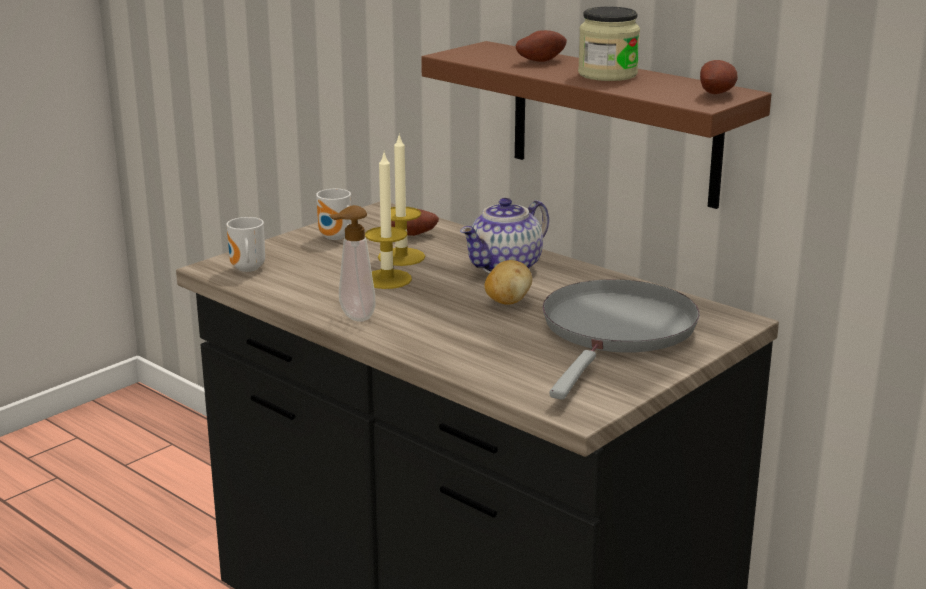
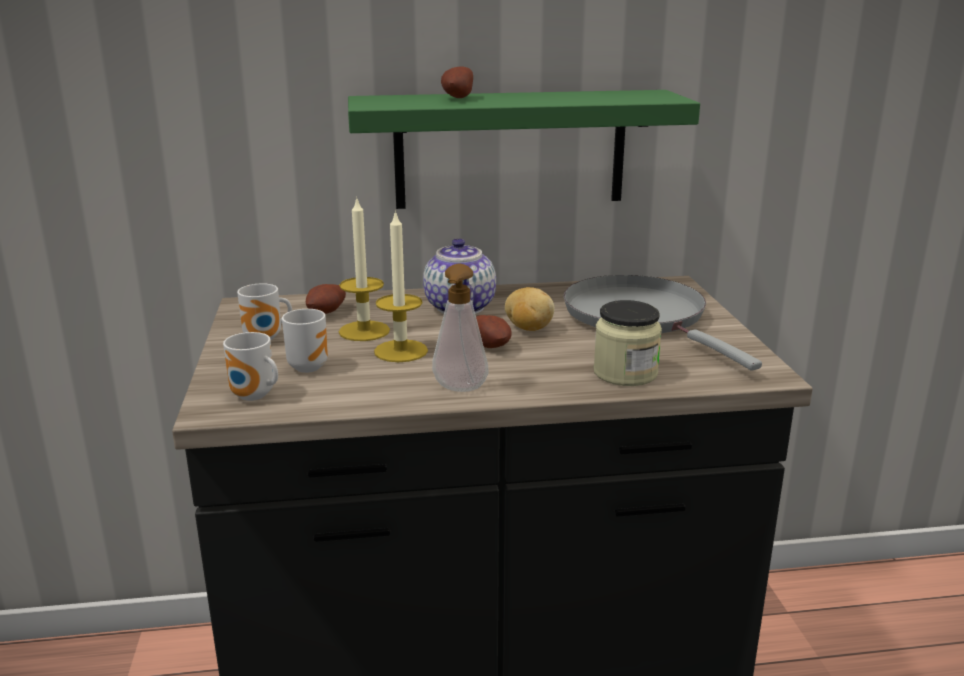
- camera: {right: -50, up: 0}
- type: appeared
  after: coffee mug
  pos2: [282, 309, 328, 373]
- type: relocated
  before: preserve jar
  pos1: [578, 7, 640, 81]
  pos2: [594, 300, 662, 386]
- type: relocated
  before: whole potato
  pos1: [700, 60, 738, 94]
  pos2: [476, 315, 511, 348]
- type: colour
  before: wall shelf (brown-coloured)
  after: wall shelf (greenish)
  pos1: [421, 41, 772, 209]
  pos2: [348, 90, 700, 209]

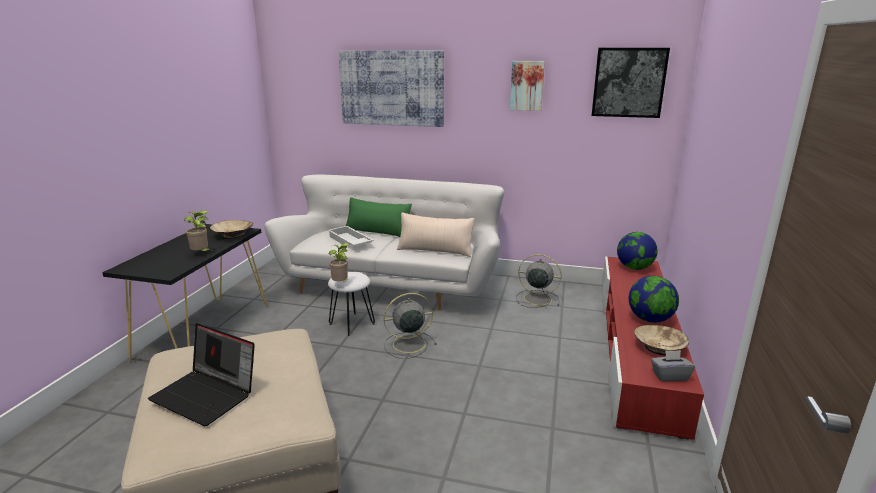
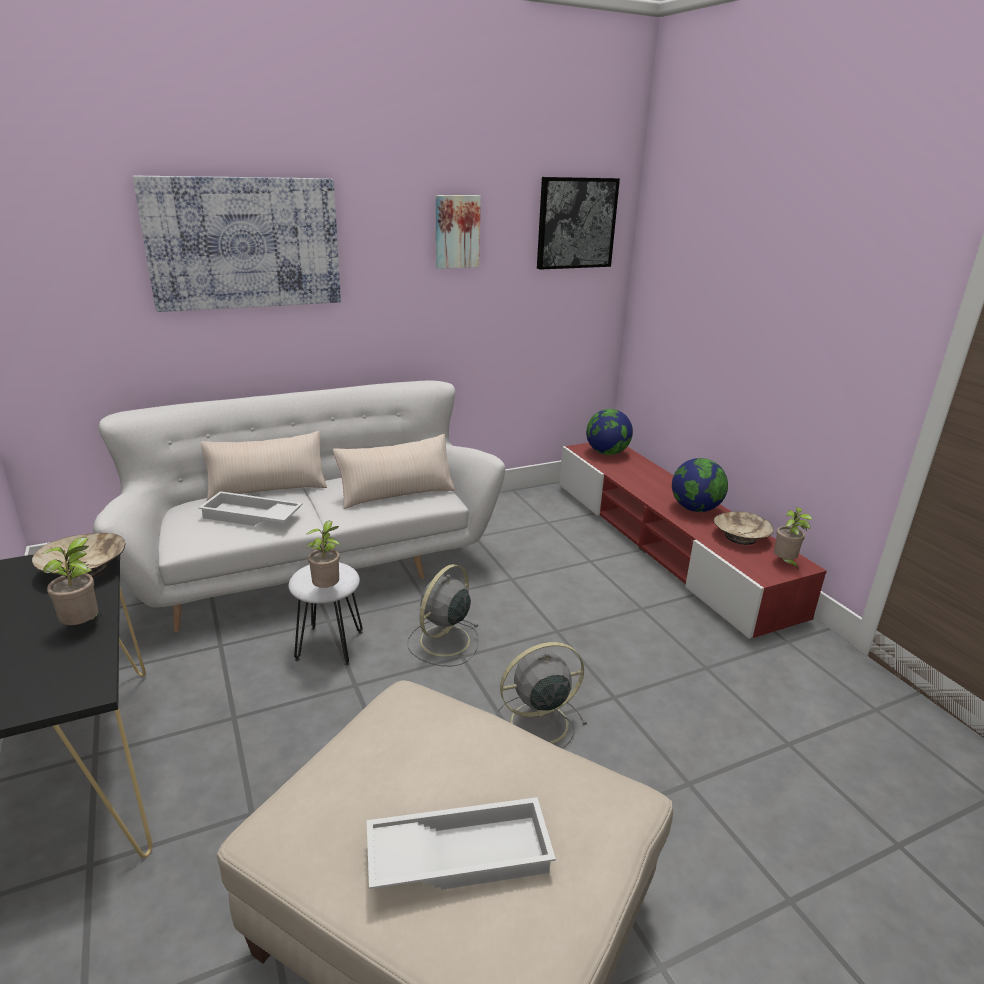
- camera: {right: -40, up: 5}
- type: relocated
  before: electric fan (grey)
  pos1: [516, 254, 562, 308]
  pos2: [496, 642, 587, 749]
- type: exchanged
  before: notebook computer
  after: serving tray (white-coloured)
  pos1: [148, 323, 255, 426]
  pos2: [367, 797, 556, 890]
- type: exchanged
  before: tissue box (grey)
  after: potted plant
  pos1: [651, 350, 695, 381]
  pos2: [774, 507, 812, 570]
- type: colour
  before: throw pillow (greenish)
  after: throw pillow (beige-coloured)
  pos1: [346, 197, 412, 237]
  pos2: [201, 431, 327, 501]

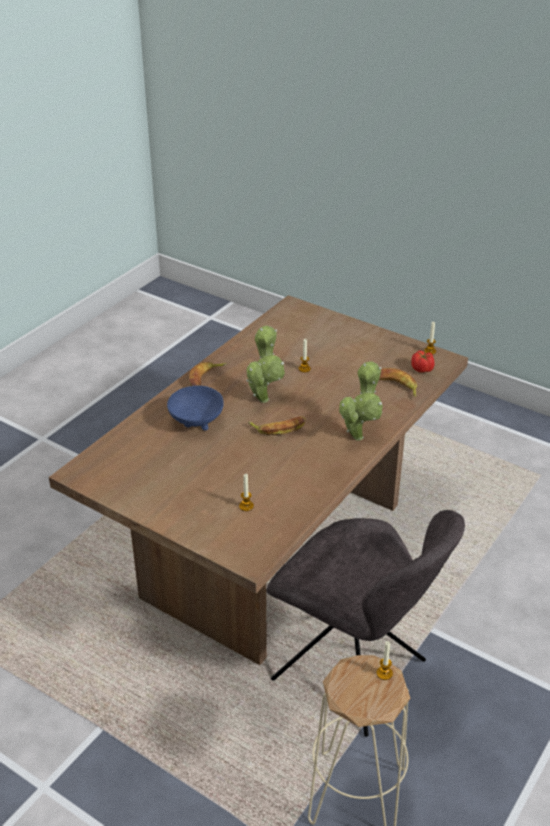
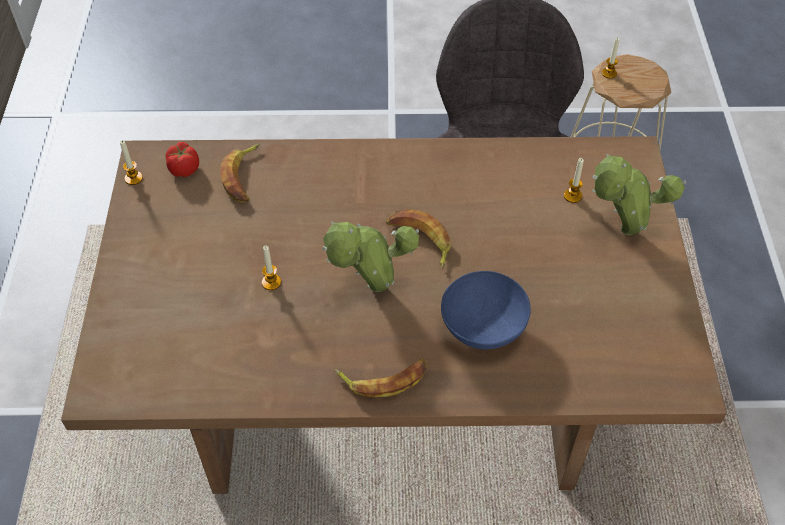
- camera: {right: -125, up: 15}
- type: relocated
  before: potted plant
  pos1: [339, 361, 383, 441]
  pos2: [592, 154, 686, 235]

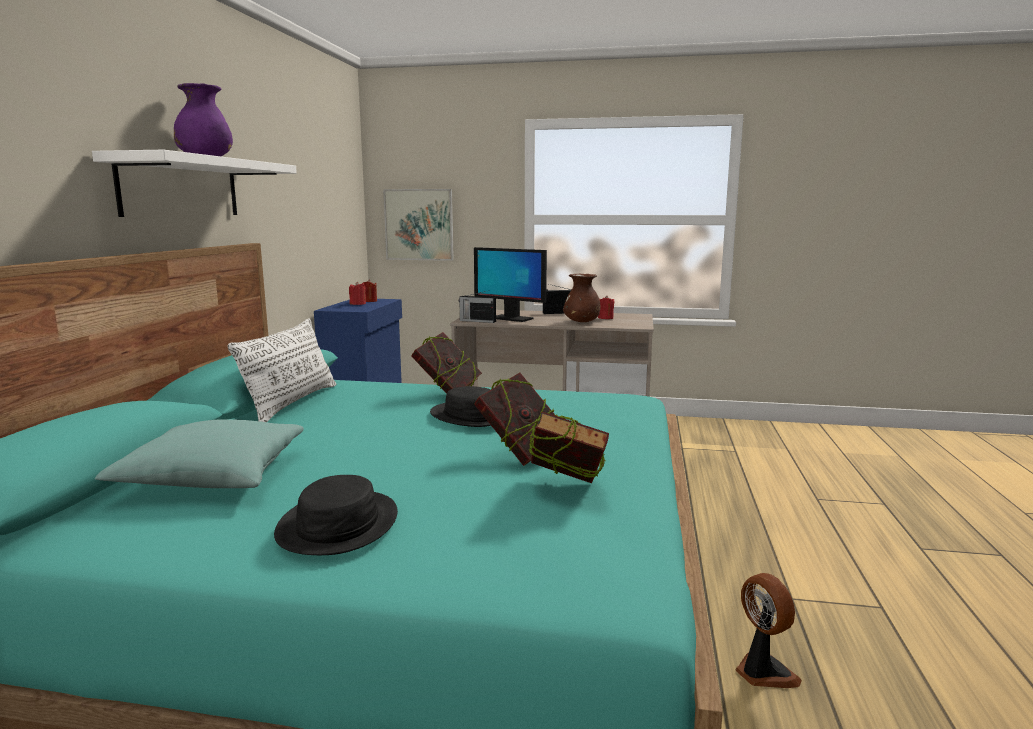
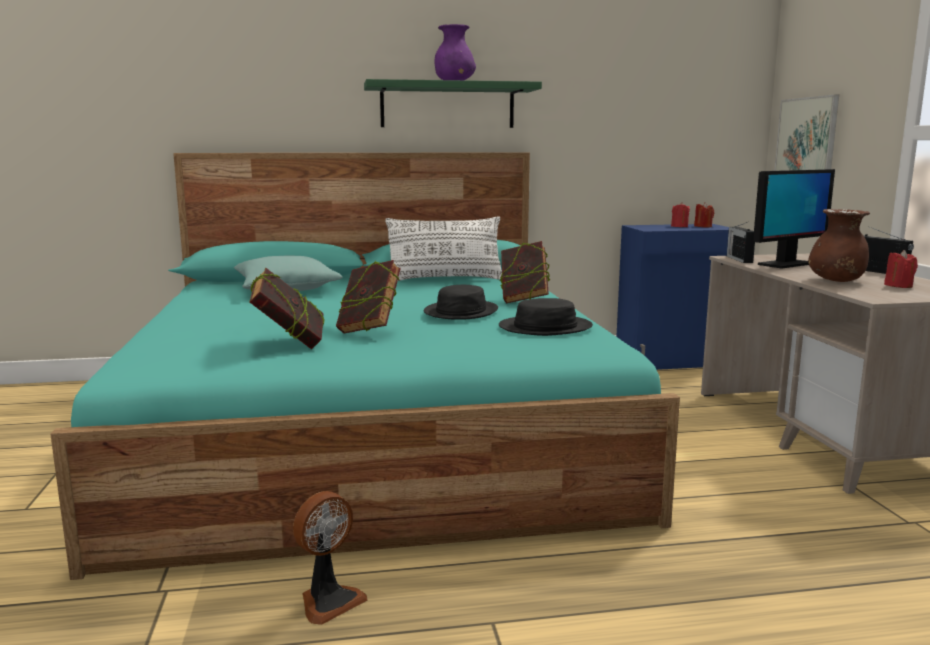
- camera: {right: 70, up: 0}
- type: relocated
  before: hat (black)
  pos1: [274, 475, 398, 555]
  pos2: [499, 298, 593, 336]
- type: colour
  before: wall shelf (white-coloured)
  after: wall shelf (greenish)
  pos1: [92, 150, 297, 217]
  pos2: [364, 79, 542, 128]
- type: spun
  before: computer display
  pos1: [474, 247, 547, 322]
  pos2: [753, 169, 835, 268]
  turn: -135

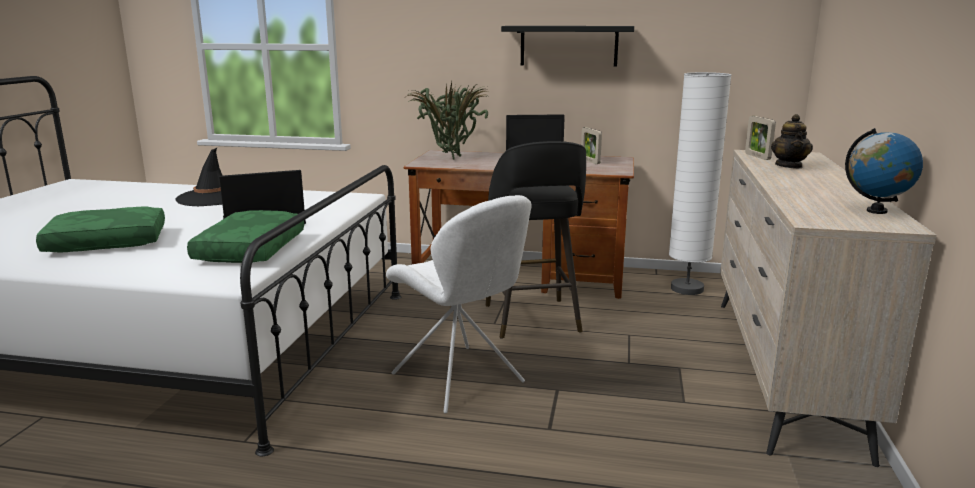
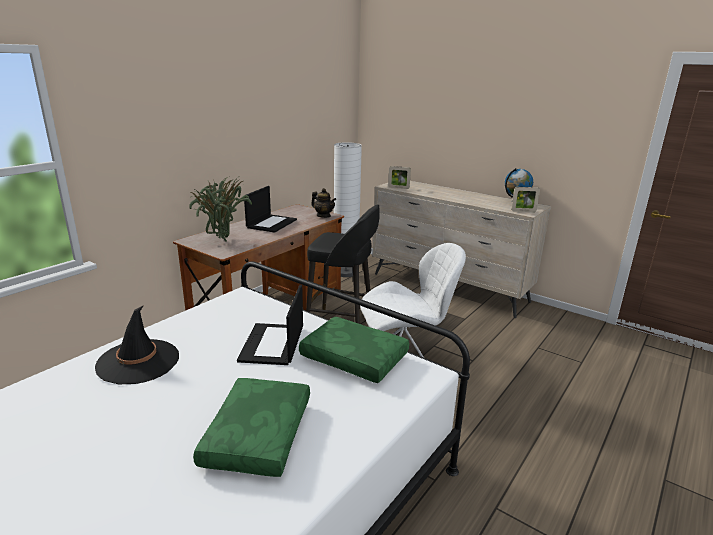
- camera: {right: -65, up: 5}
- type: missing
  before: wall shelf (black)
  pos1: [501, 26, 634, 67]
- type: relocated
  before: photo frame
  pos1: [581, 127, 602, 164]
  pos2: [511, 187, 540, 212]
- type: relocated
  before: teapot
  pos1: [771, 114, 813, 169]
  pos2: [311, 188, 336, 218]

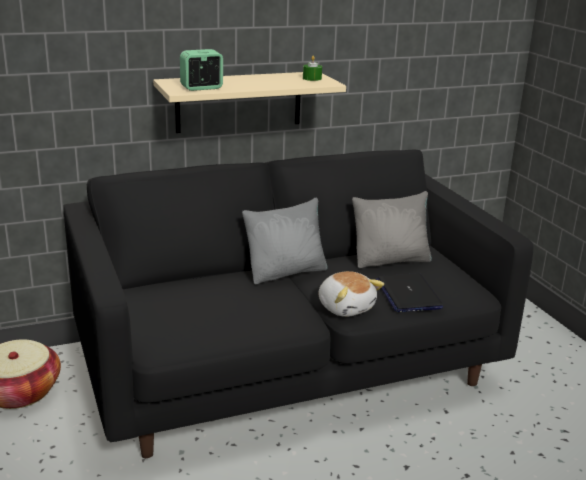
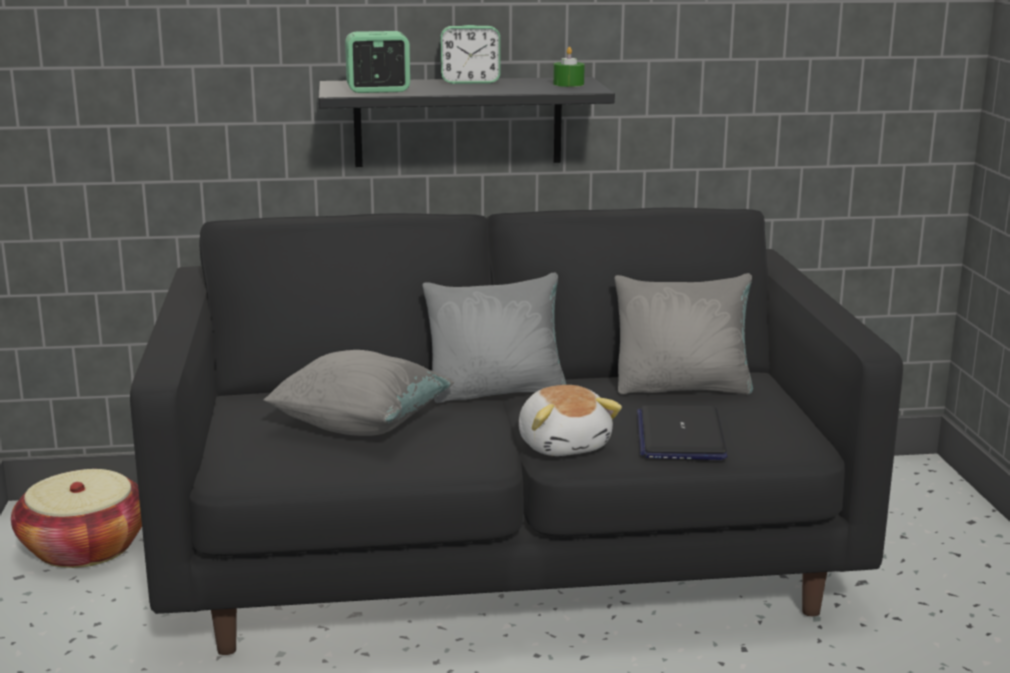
- camera: {right: 15, up: -5}
- type: appeared
  after: throw pillow (grey)
  pos2: [263, 350, 454, 436]
- type: appeared
  after: alarm clock
  pos2: [441, 25, 500, 84]
- type: colour
  before: wall shelf (beige-coloured)
  after: wall shelf (black)
  pos1: [153, 72, 346, 133]
  pos2: [319, 77, 615, 167]

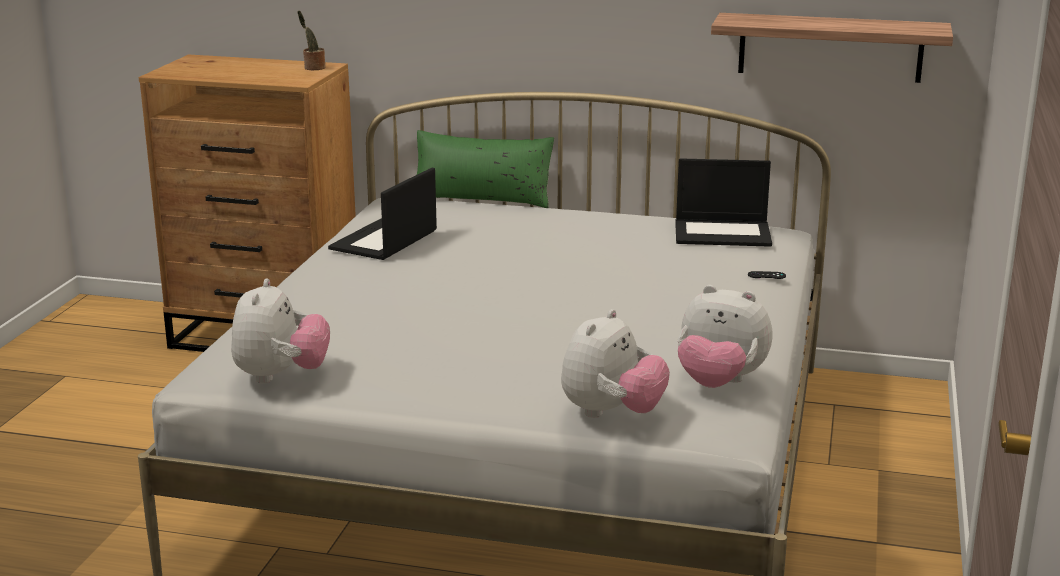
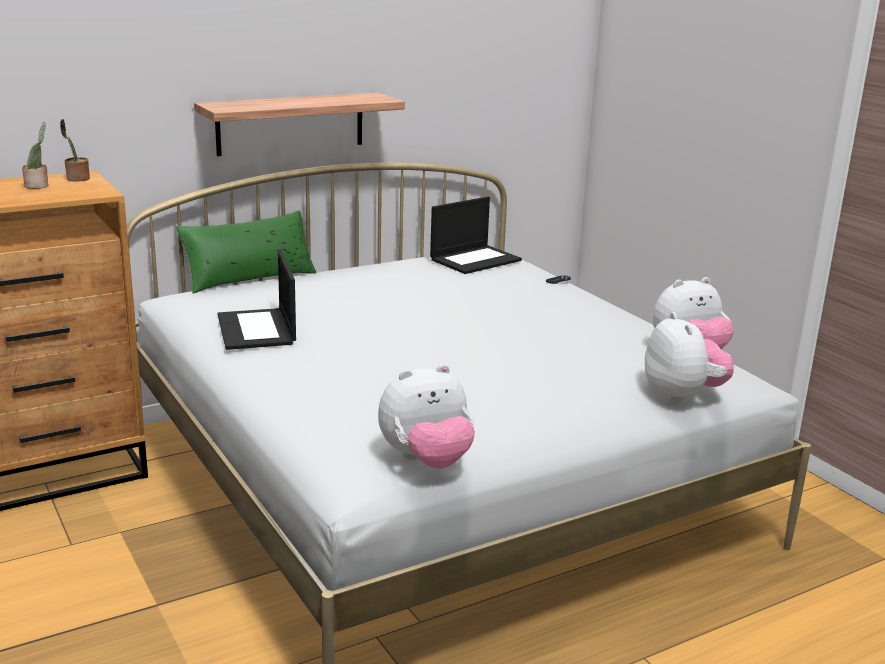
- camera: {right: -45, up: 0}
- type: appeared
  after: potted plant
  pos2: [22, 122, 49, 189]
- type: relocated
  before: wall shelf
  pos1: [711, 13, 953, 83]
  pos2: [194, 93, 405, 156]
- type: spun
  before: plush toy
  pos1: [231, 279, 330, 383]
  pos2: [378, 364, 475, 469]
  turn: 105

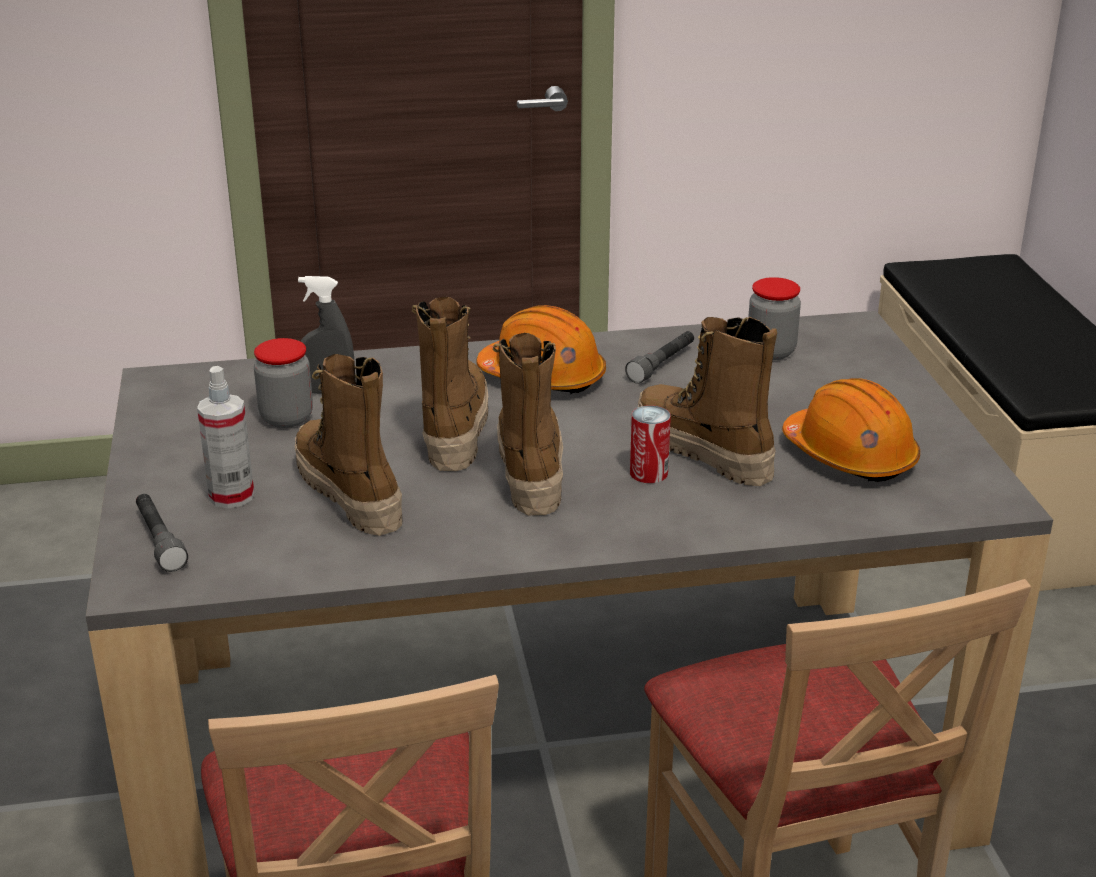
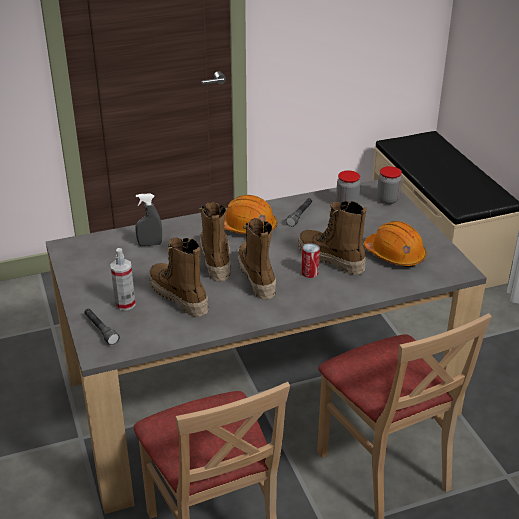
- camera: {right: -10, up: 5}
- type: relocated
  before: preserve jar
  pos1: [254, 338, 313, 428]
  pos2: [377, 166, 402, 204]

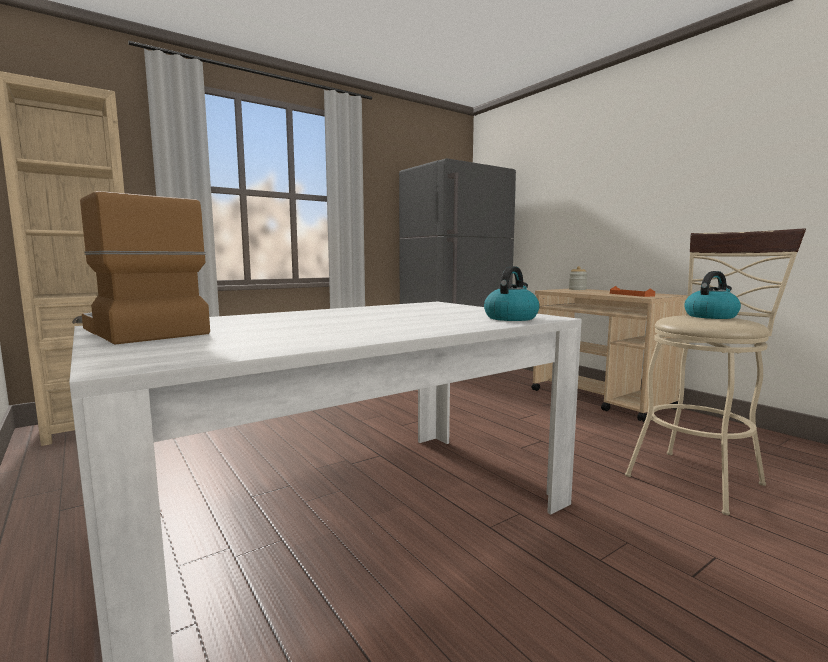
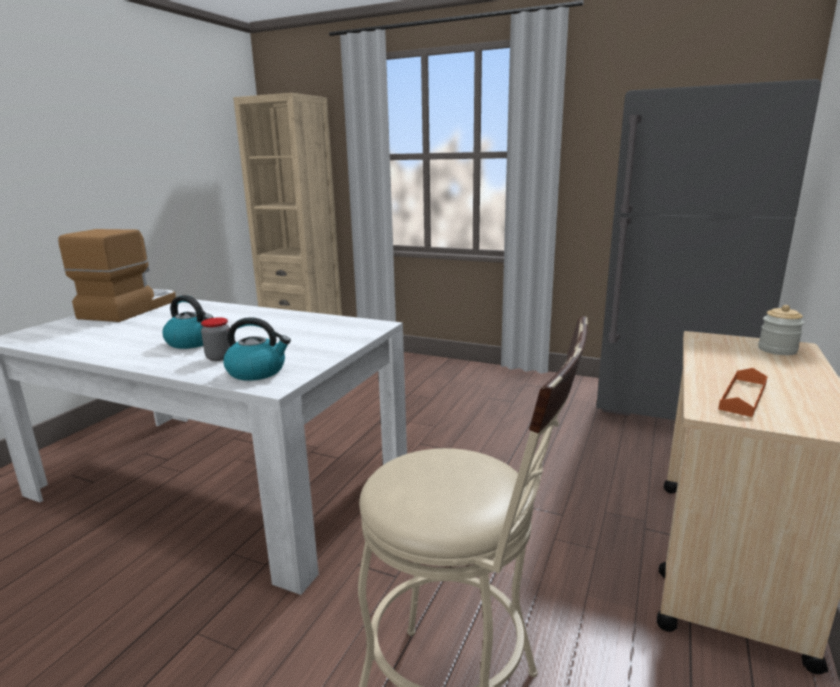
- camera: {right: 60, up: 10}
- type: appeared
  after: preserve jar
  pos2: [201, 317, 230, 361]
- type: relocated
  before: kettle
  pos1: [684, 271, 741, 319]
  pos2: [163, 295, 213, 349]

